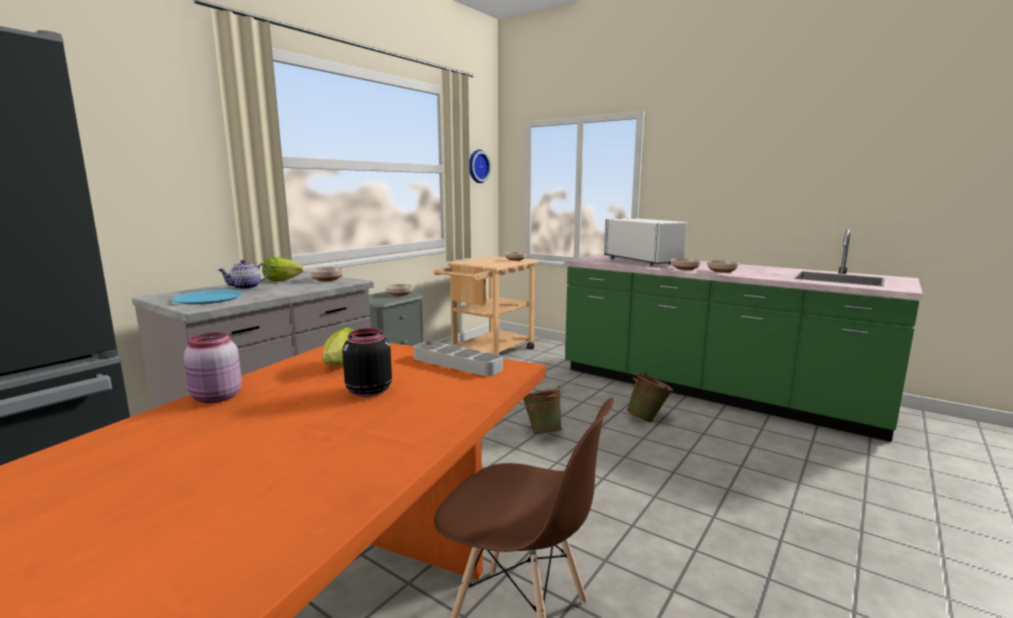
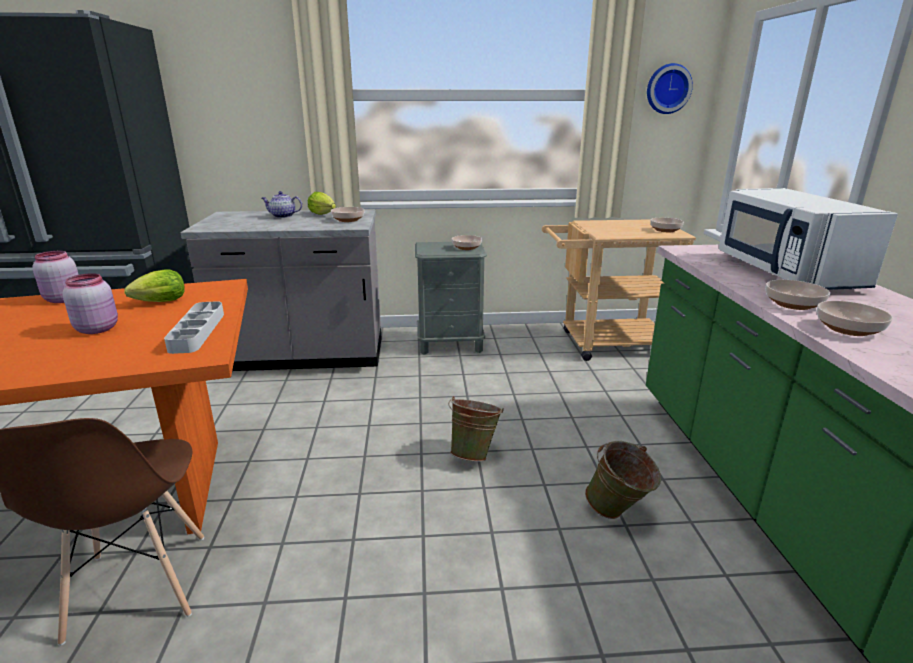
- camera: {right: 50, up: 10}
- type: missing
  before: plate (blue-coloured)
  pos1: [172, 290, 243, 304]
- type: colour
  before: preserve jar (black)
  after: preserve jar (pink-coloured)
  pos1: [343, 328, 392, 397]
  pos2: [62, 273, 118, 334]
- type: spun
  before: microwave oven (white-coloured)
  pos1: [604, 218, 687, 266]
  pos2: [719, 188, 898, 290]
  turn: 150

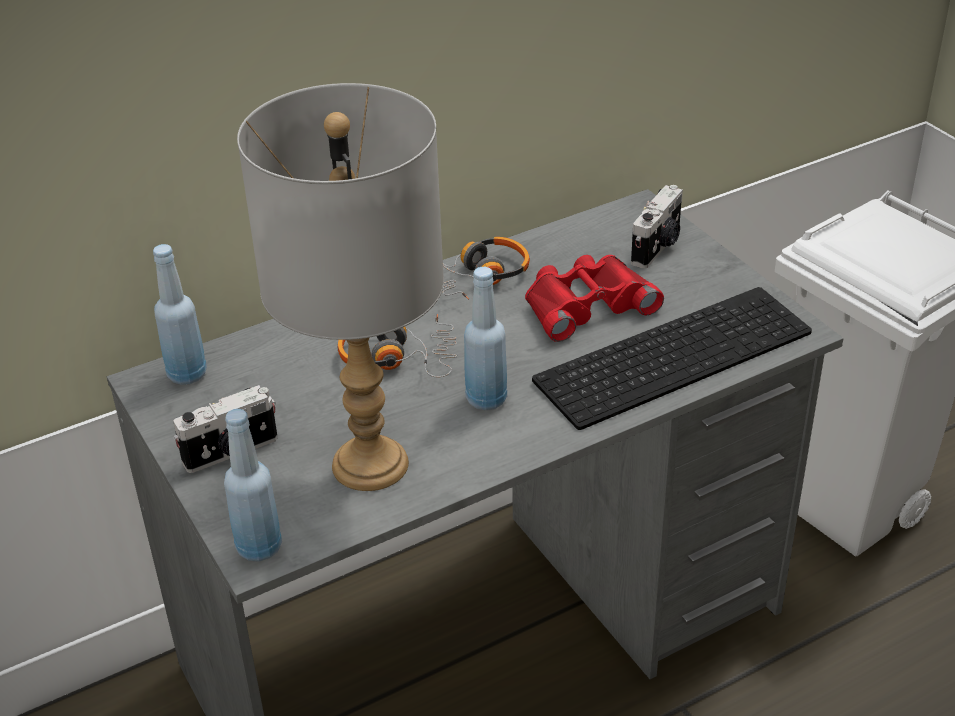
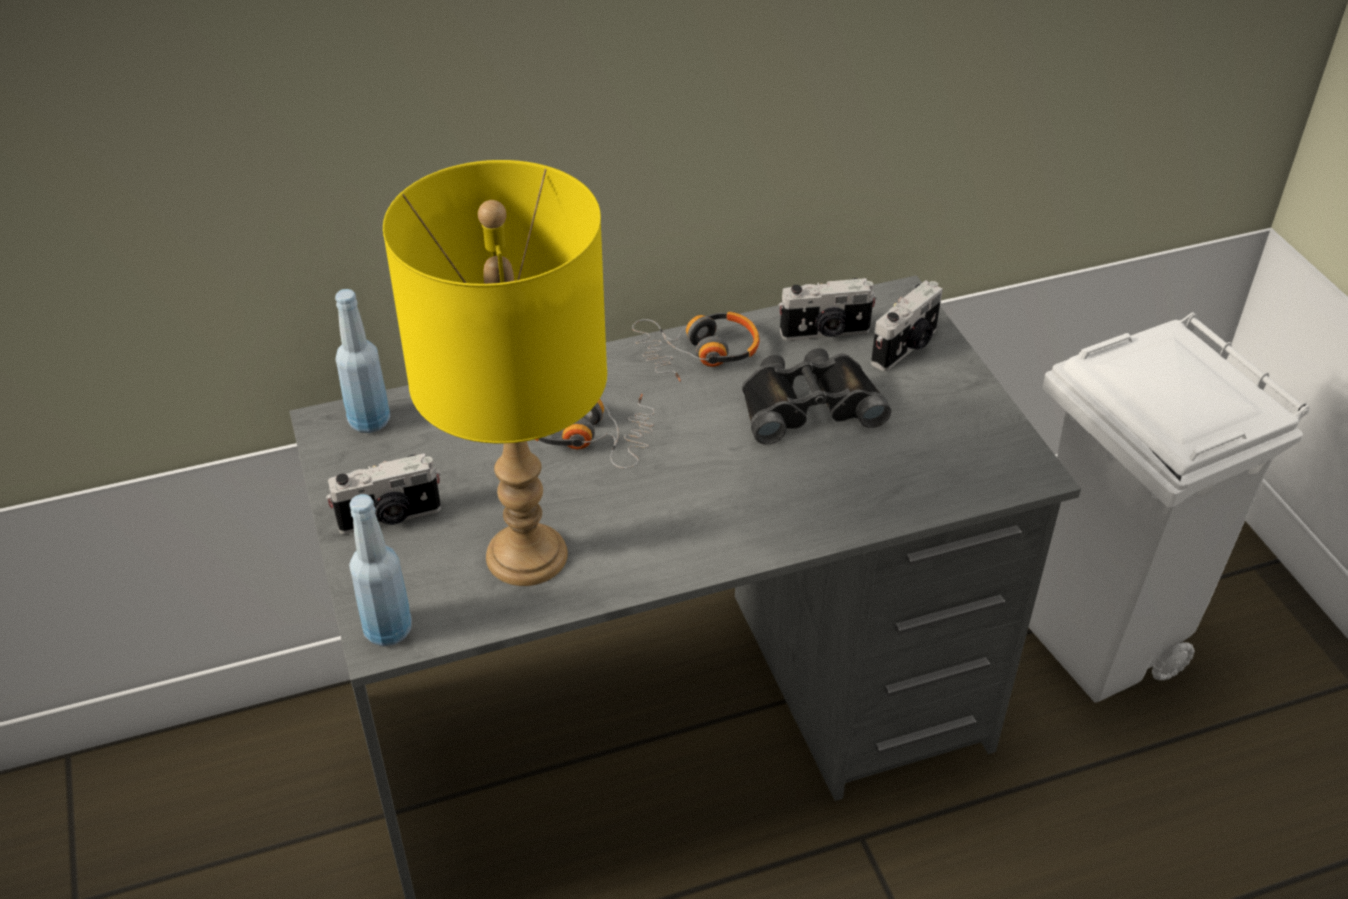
- camera: {right: 10, up: 5}
- type: missing
  before: drink bottle (blue-coloured)
  pos1: [464, 267, 507, 410]
- type: missing
  before: computer keyboard
  pos1: [532, 287, 812, 430]
- type: appeared
  after: photo camera
  pos2: [778, 278, 877, 341]
- type: colour
  before: tabletop lamp (grey)
  after: tabletop lamp (yellow-coloured)
  pos1: [237, 83, 444, 491]
  pos2: [383, 160, 607, 586]
- type: colour
  before: binoculars (reddish)
  after: binoculars (black)
  pos1: [525, 255, 664, 342]
  pos2: [742, 348, 891, 445]

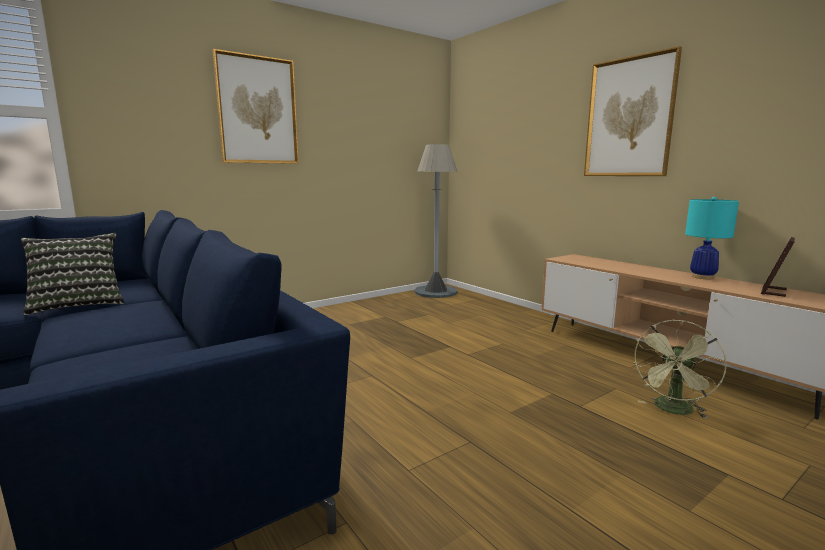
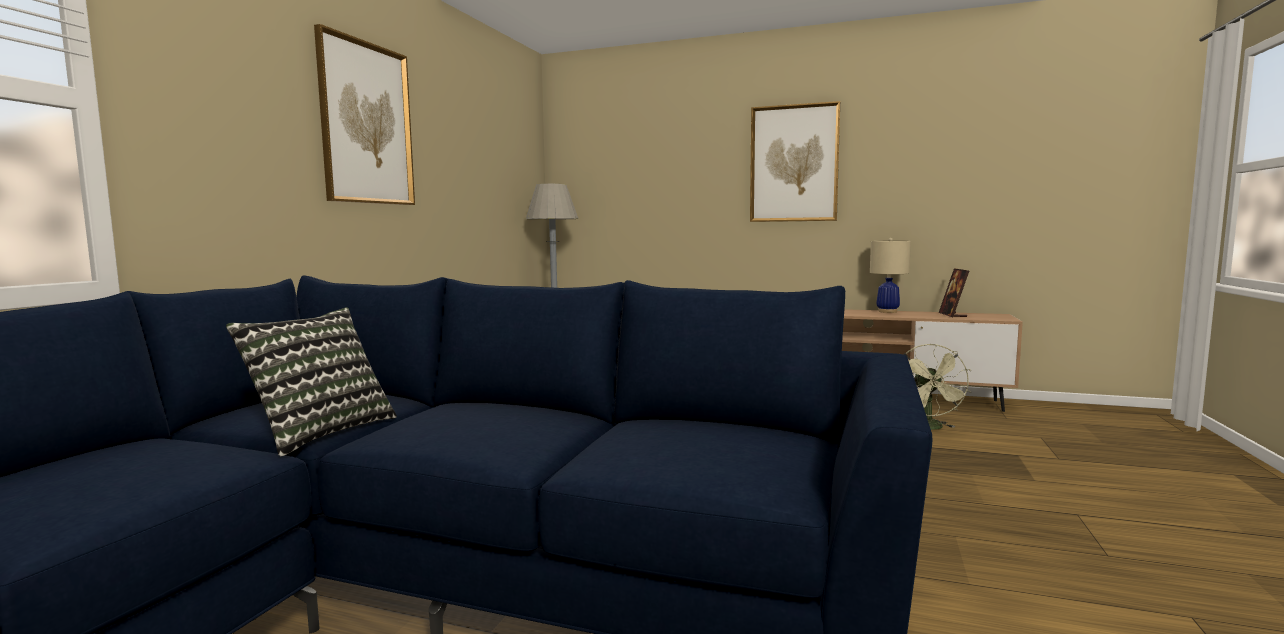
- camera: {right: -35, up: -5}
- type: colour
  before: tabletop lamp (blue-green)
  after: tabletop lamp (beige-coloured)
  pos1: [685, 197, 739, 279]
  pos2: [870, 238, 911, 313]

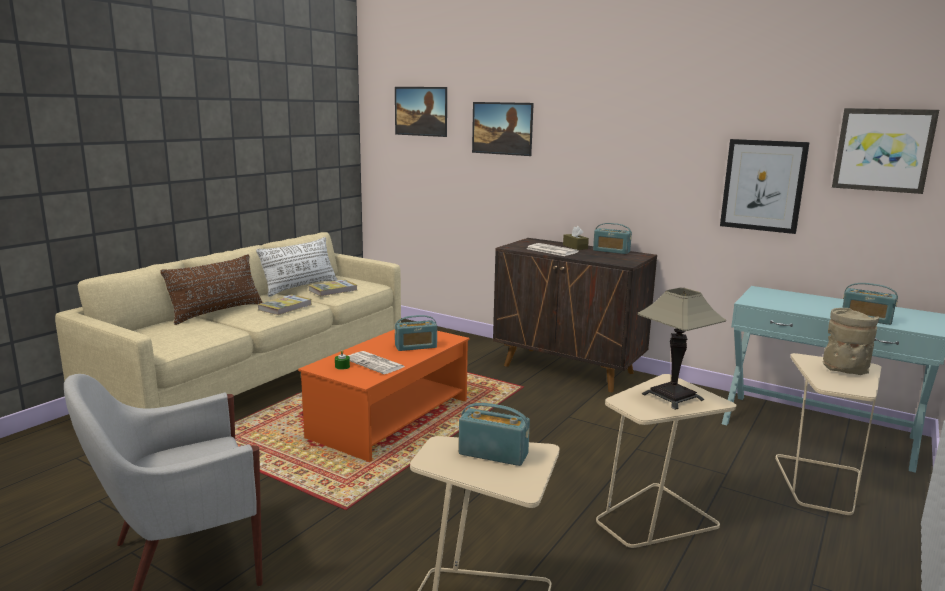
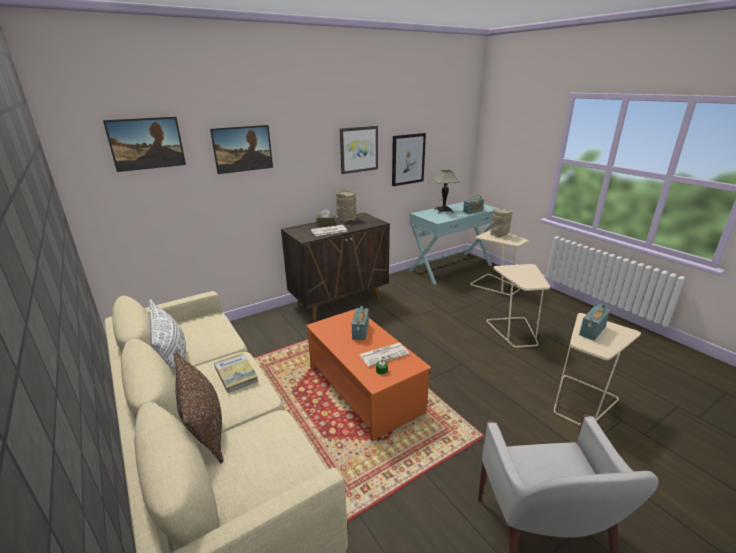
- camera: {right: -65, up: 10}
- type: missing
  before: book
  pos1: [308, 279, 357, 296]
- type: relocated
  before: tabletop lamp
  pos1: [637, 288, 726, 410]
  pos2: [432, 170, 460, 214]
- type: relocated
  before: picture
  pos1: [832, 108, 939, 194]
  pos2: [340, 126, 378, 174]
- type: exchanged
  before: radio receiver
  after: vase (beige-coloured)
  pos1: [593, 223, 632, 254]
  pos2: [336, 190, 356, 222]

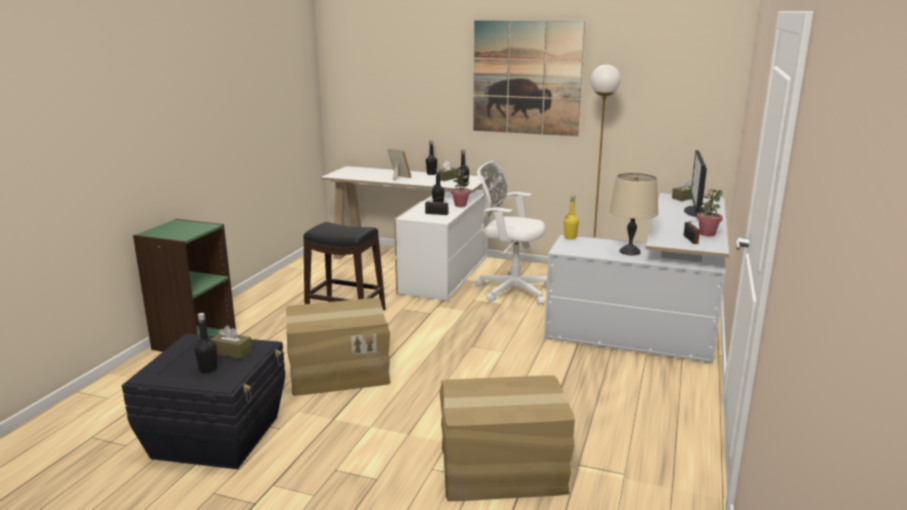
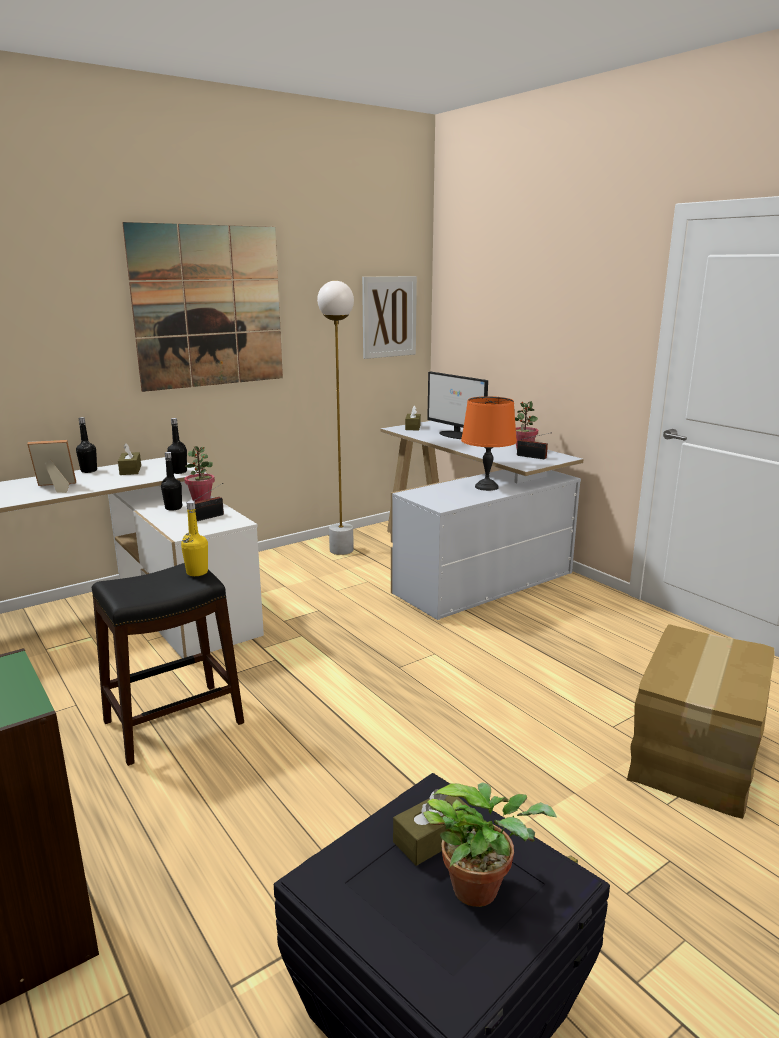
- camera: {right: -55, up: 0}
- type: missing
  before: cardboard box
  pos1: [286, 298, 390, 396]
- type: missing
  before: computer chair (white-coloured)
  pos1: [475, 161, 547, 305]
- type: appeared
  after: picture
  pos2: [362, 276, 417, 359]
- type: relocated
  before: drink bottle (yellow-coloured)
  pos1: [564, 196, 579, 240]
  pos2: [181, 501, 208, 576]
- type: exchanged
  before: drink bottle (black)
  after: potted plant
  pos1: [194, 313, 217, 373]
  pos2: [423, 782, 557, 907]
- type: colour
  before: tabletop lamp (beige-coloured)
  after: tabletop lamp (orangey)
  pos1: [609, 173, 658, 255]
  pos2: [461, 396, 517, 491]

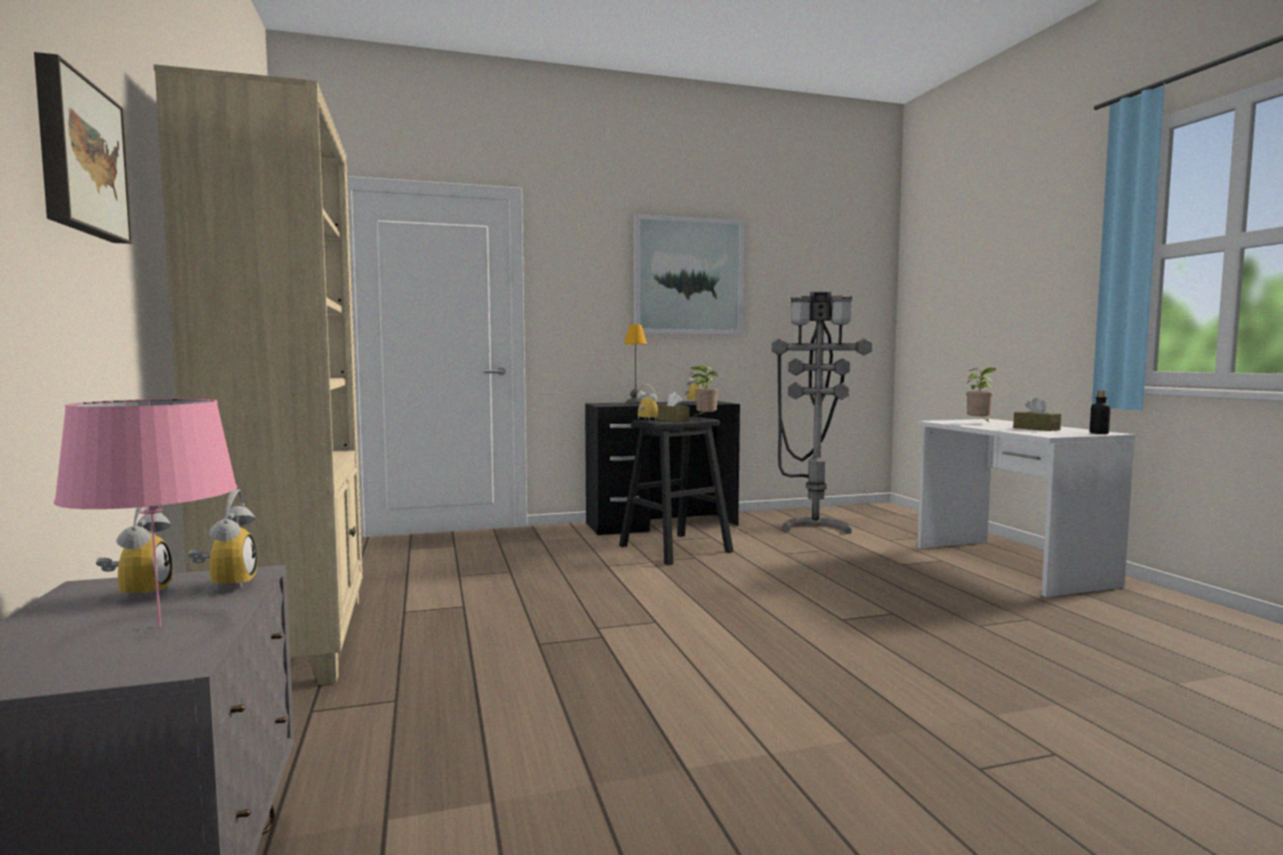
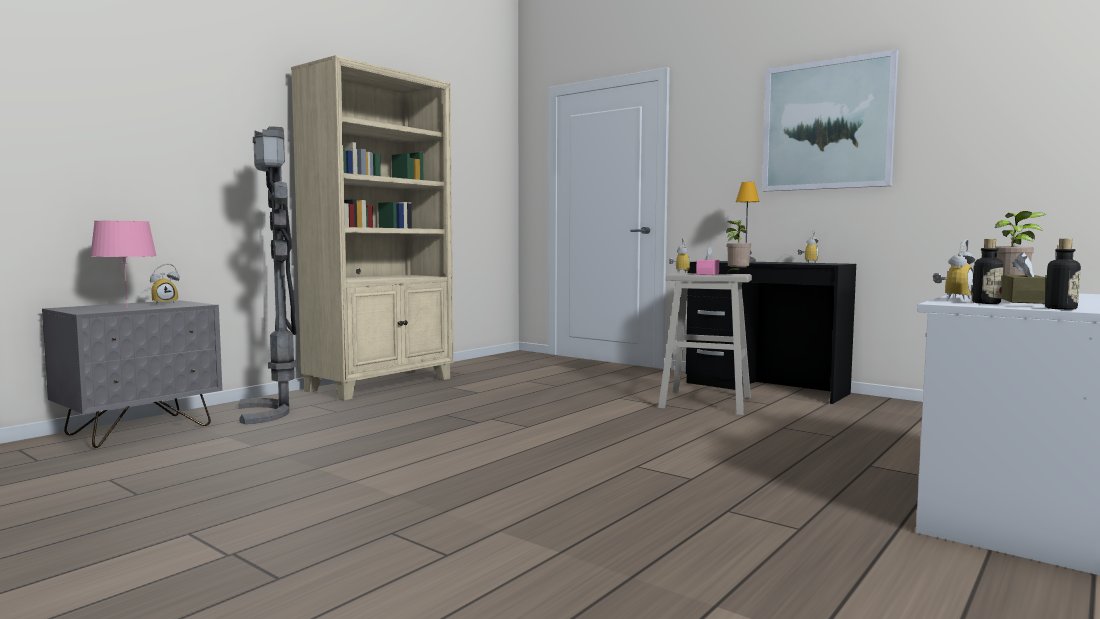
- camera: {right: 55, up: 0}
- type: missing
  before: picture
  pos1: [34, 52, 132, 244]
- type: appeared
  after: drink bottle
  pos2: [972, 239, 1003, 304]
- type: relocated
  before: alarm clock
  pos1: [188, 489, 257, 591]
  pos2: [933, 239, 975, 300]
- type: relocated
  before: standing lamp (grey)
  pos1: [772, 291, 872, 534]
  pos2: [238, 126, 297, 424]
- type: colour
  before: stool seat (black)
  after: stool seat (beige-coloured)
  pos1: [619, 417, 734, 565]
  pos2: [658, 273, 752, 416]
- type: colour
  before: tissue box (brown-coloured)
  after: tissue box (pink-coloured)
  pos1: [657, 392, 690, 422]
  pos2: [696, 247, 719, 275]

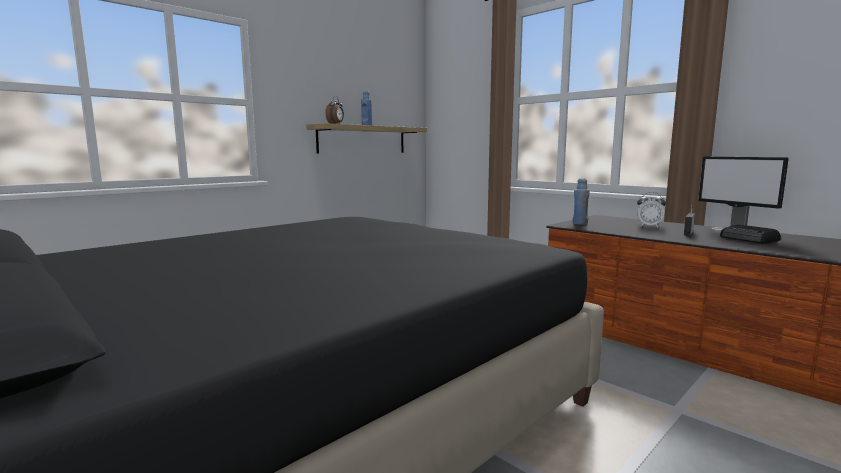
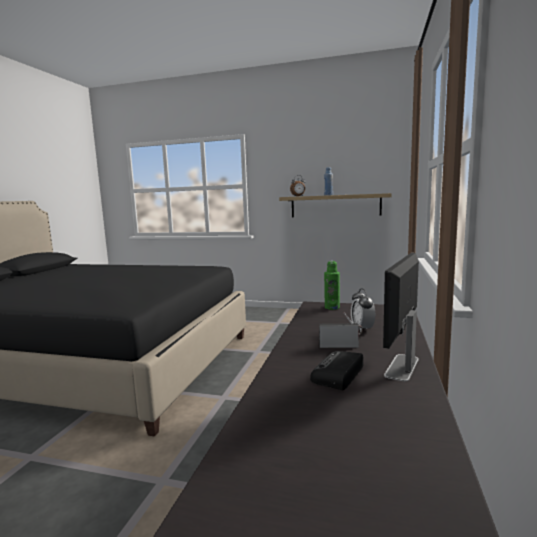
- camera: {right: 60, up: 0}
- type: colour
  before: drink bottle (blue-coloured)
  after: drink bottle (greenish)
  pos1: [573, 178, 590, 225]
  pos2: [324, 261, 340, 310]

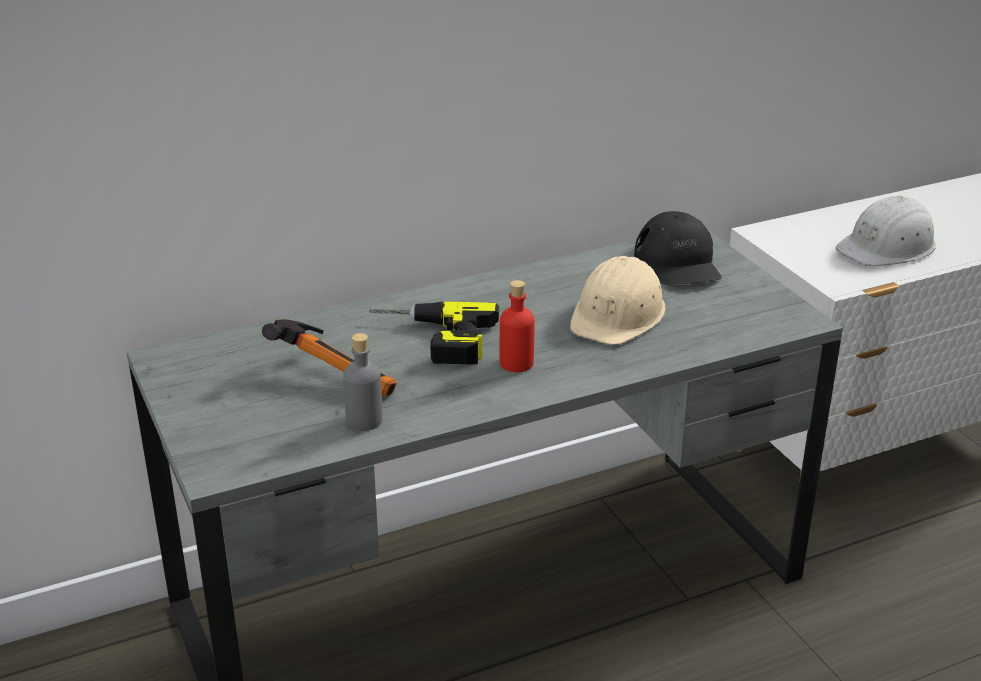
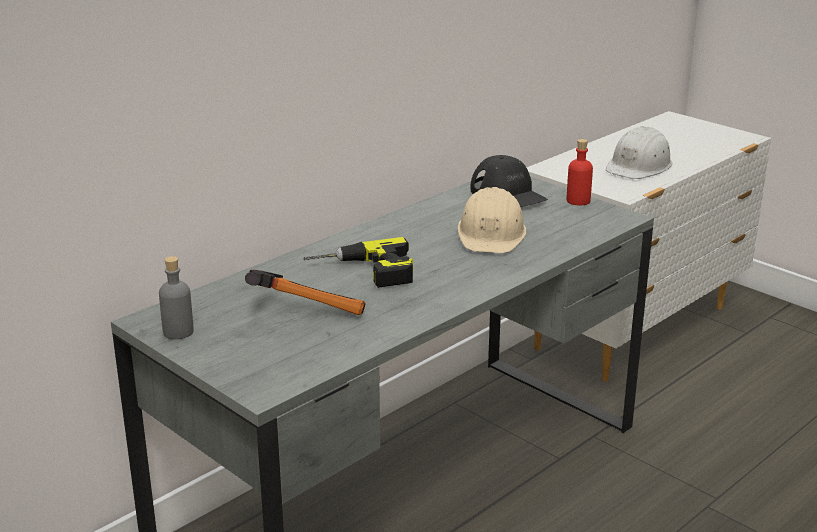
- camera: {right: -20, up: -5}
- type: relocated
  before: drink bottle (grey)
  pos1: [343, 333, 382, 431]
  pos2: [159, 256, 194, 339]
- type: relocated
  before: drink bottle (reddish)
  pos1: [500, 280, 535, 372]
  pos2: [567, 139, 593, 205]

